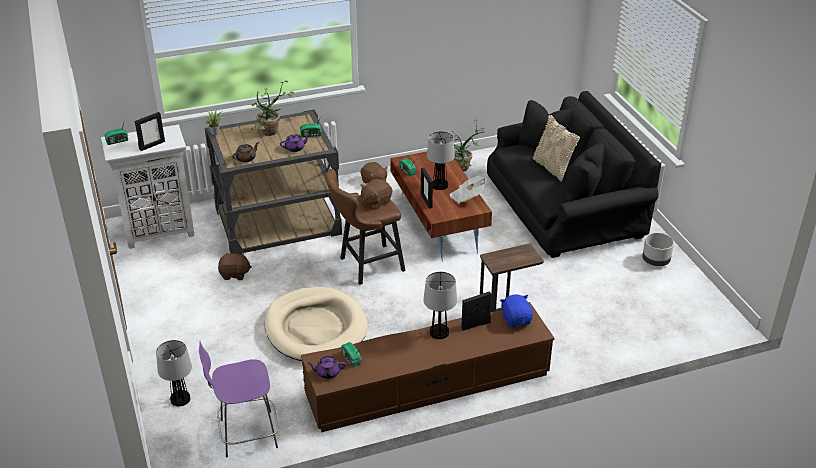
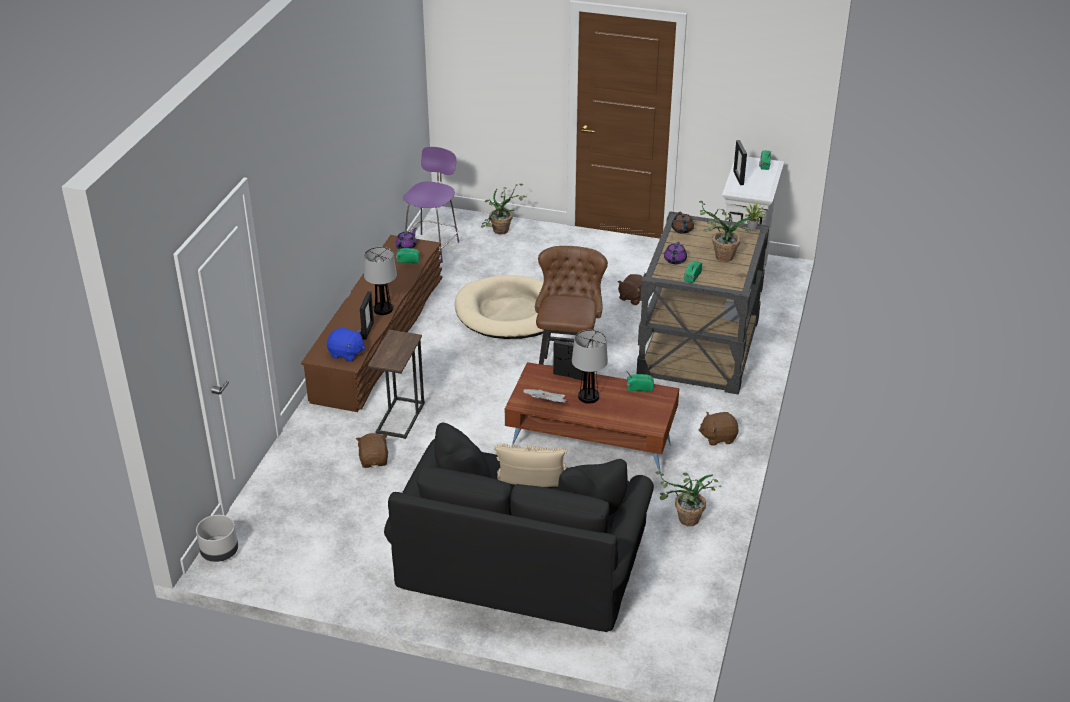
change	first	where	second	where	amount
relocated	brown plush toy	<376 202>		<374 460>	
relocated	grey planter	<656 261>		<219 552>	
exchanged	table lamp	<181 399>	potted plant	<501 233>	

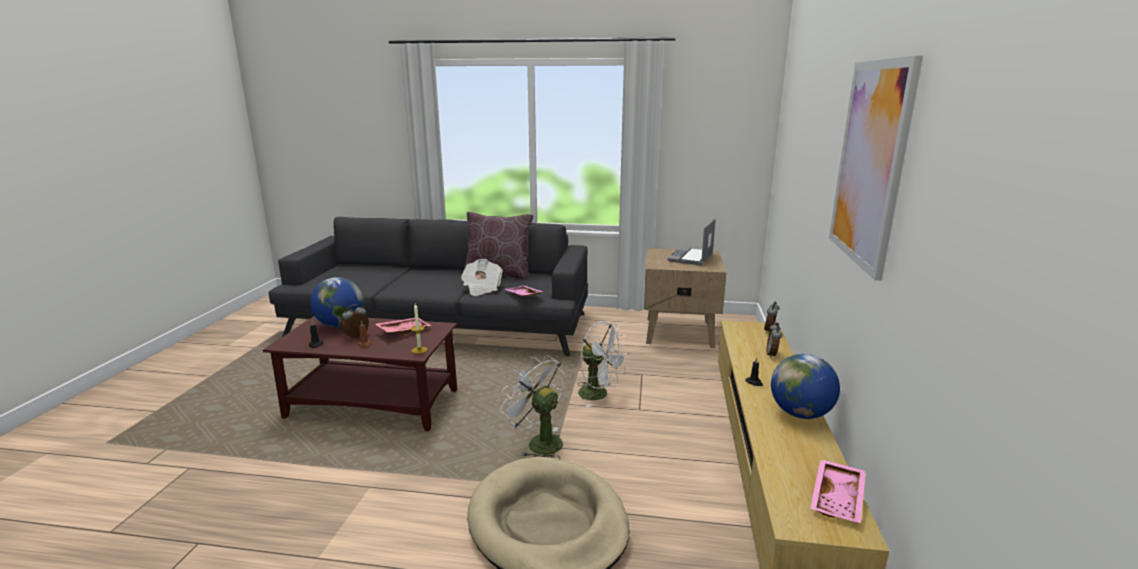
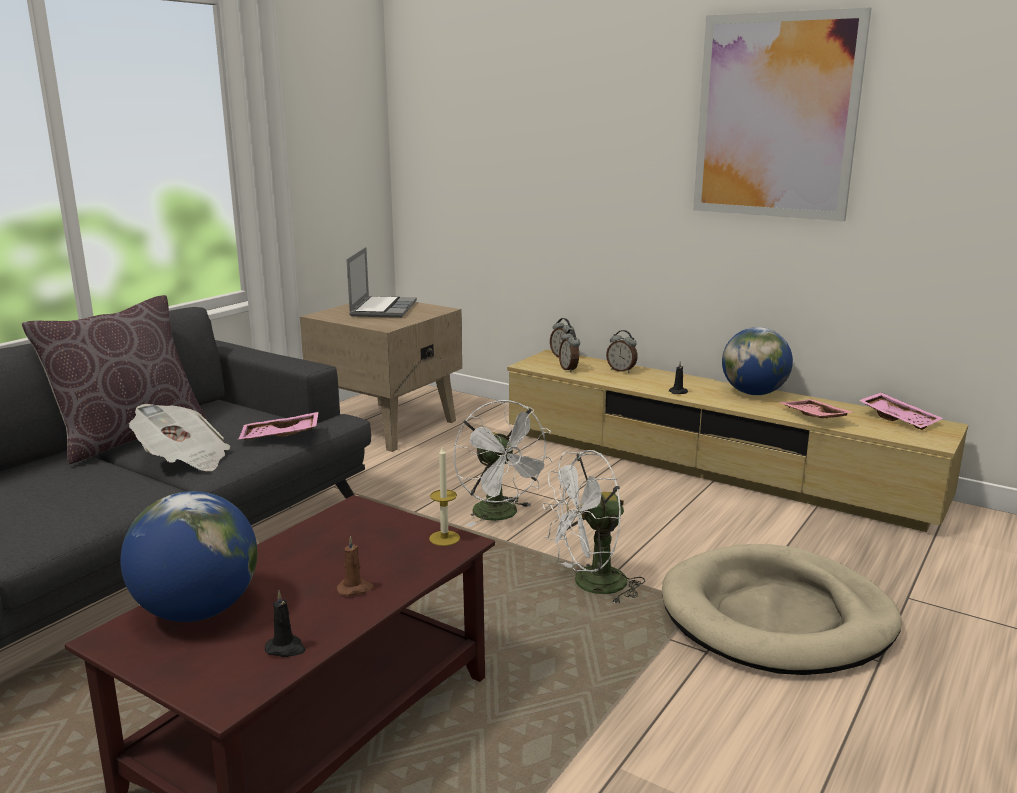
change	first	where	second	where	amount
relocated	alarm clock	<357 336>		<569 369>	
relocated	pink tray	<403 331>		<812 417>	
spun	white fan	<599 395>		<502 515>	90 degrees clockwise
spun	laptop	<691 258>		<382 309>	135 degrees counterclockwise

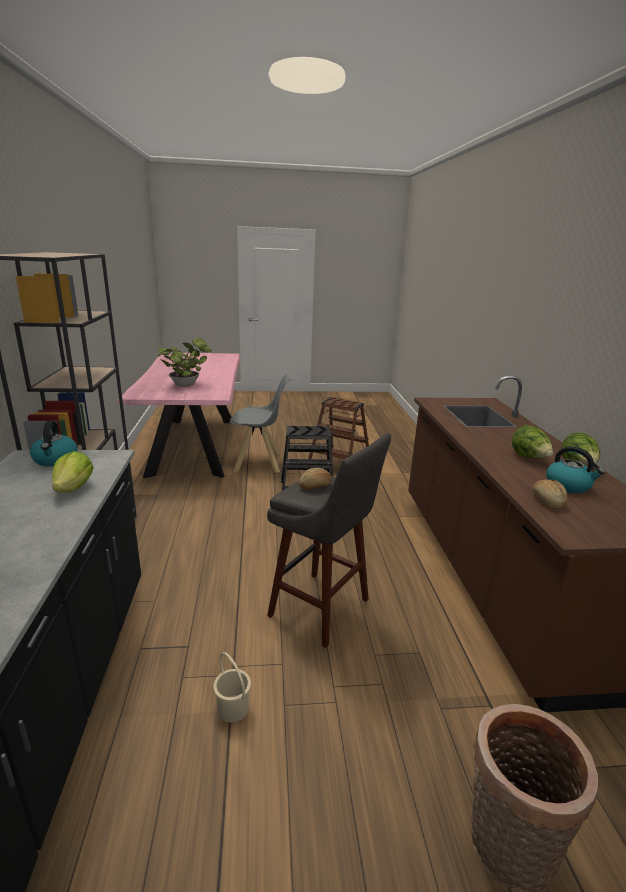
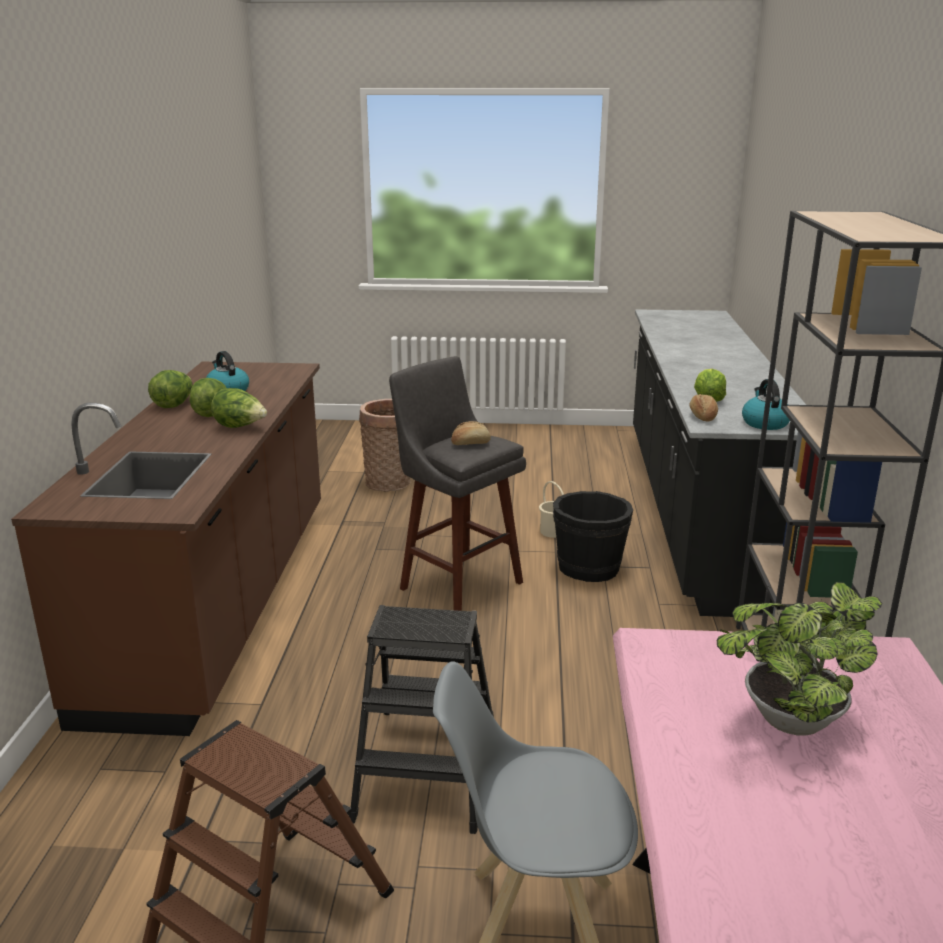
change	first	where	second	where	amount
appeared			lettuce	<240 427>	
appeared			black bucket	<589 568>	
relocated	bread	<547 501>		<702 417>	

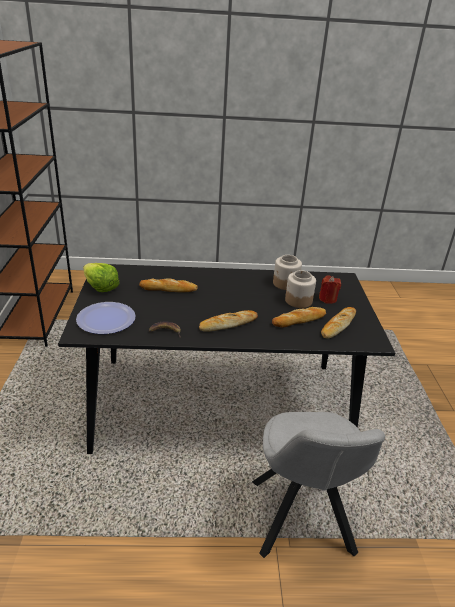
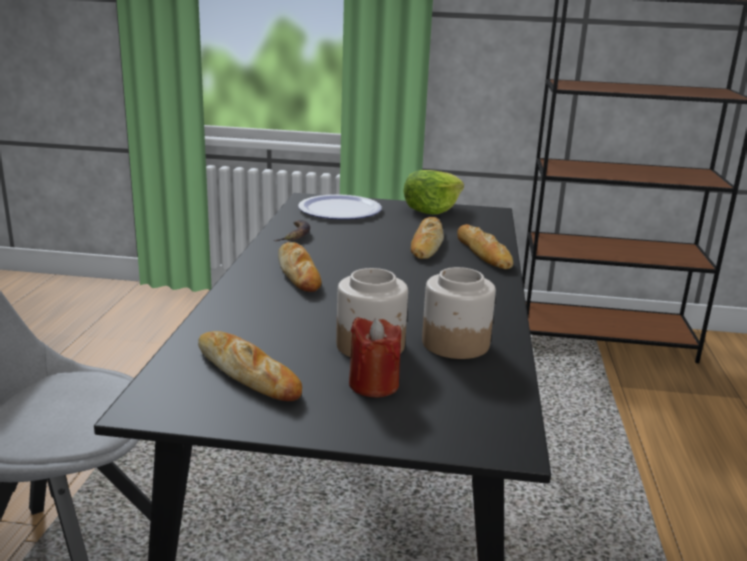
change	first	where	second	where	amount
relocated	bread	<299 320>		<483 252>	

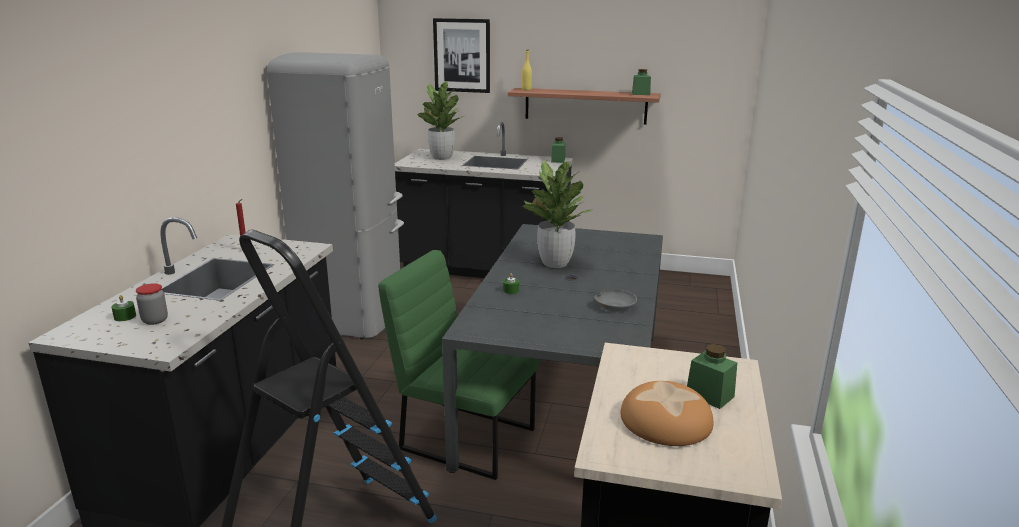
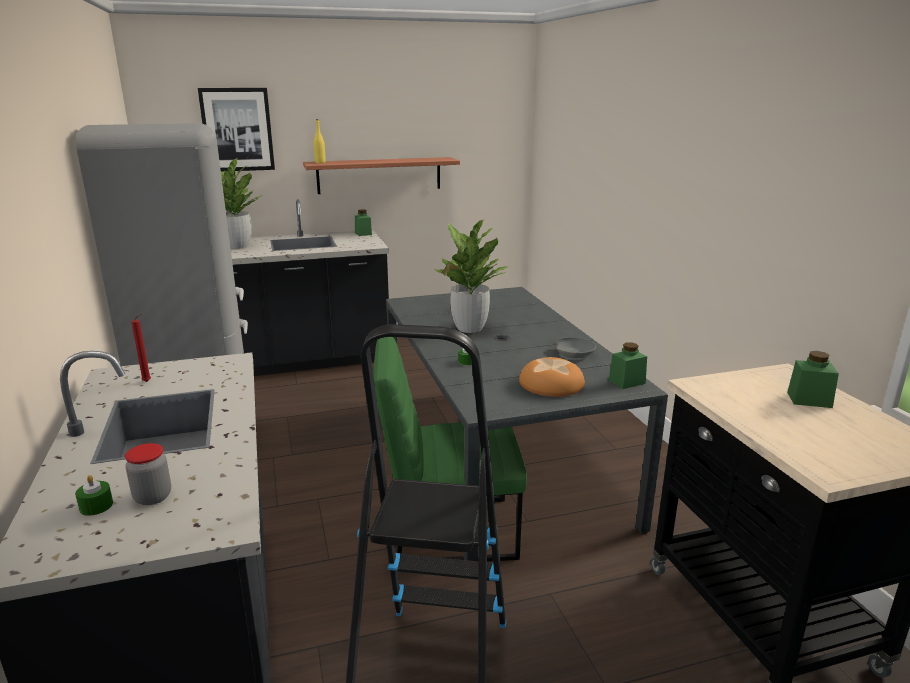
change	first	where	second	where	amount
relocated	bread	<666 421>		<552 384>	
relocated	green jar	<641 94>		<626 382>	

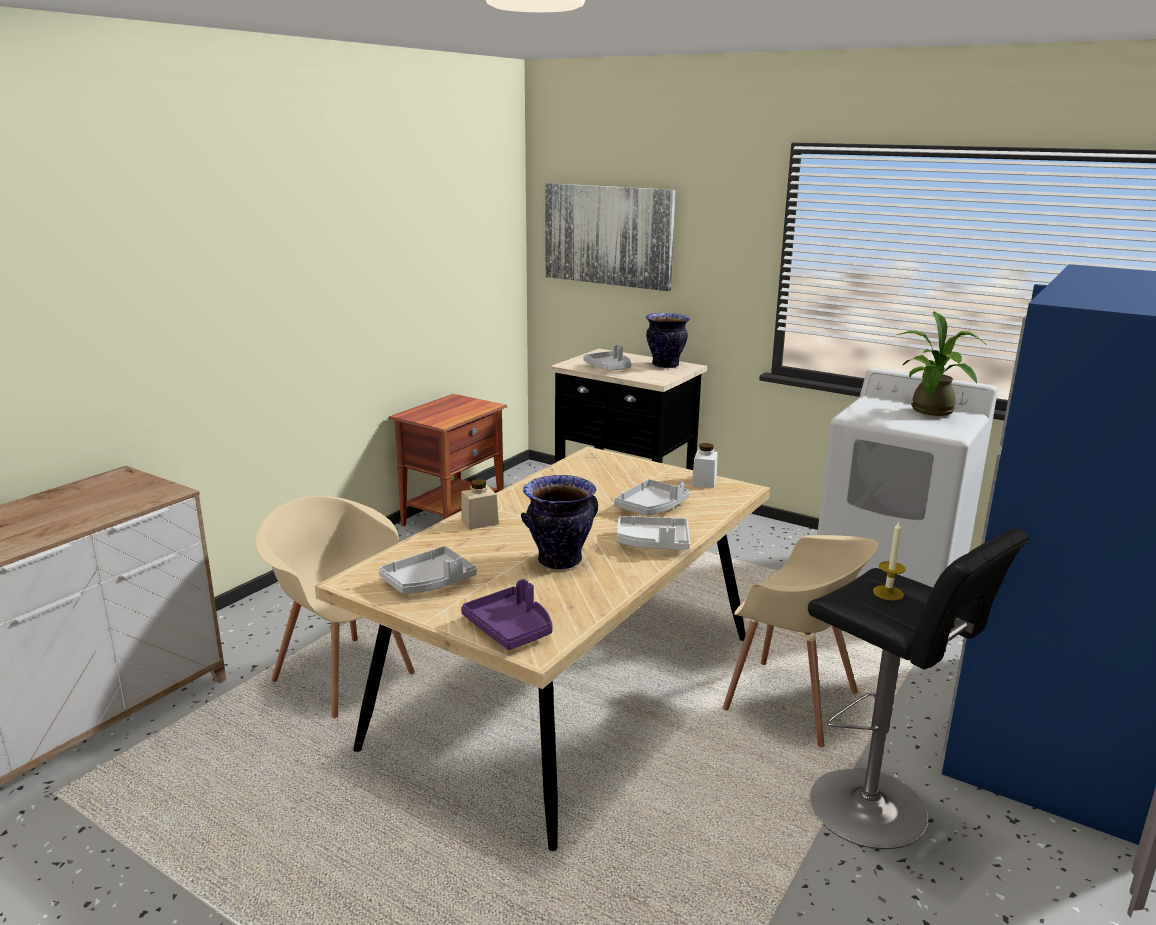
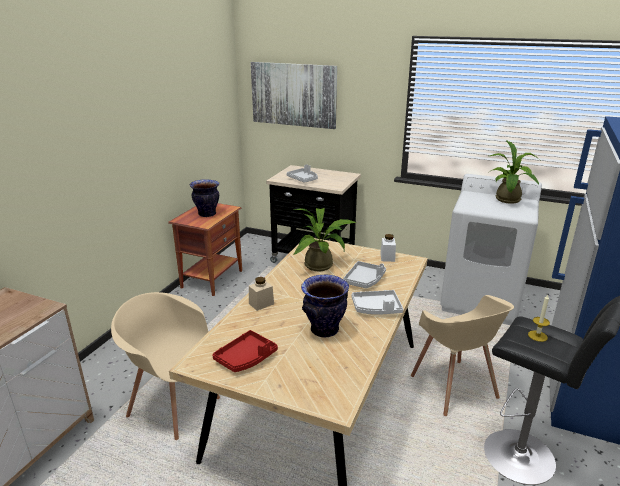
change	first	where	second	where	amount
missing	purple tray	<511 628>			
appeared			potted plant	<322 265>	
relocated	vase	<666 365>		<207 214>	
colour	grey tray	<429 582>	red tray	<246 358>	
spun	beige chair	<792 702>		<453 388>	45 degrees clockwise

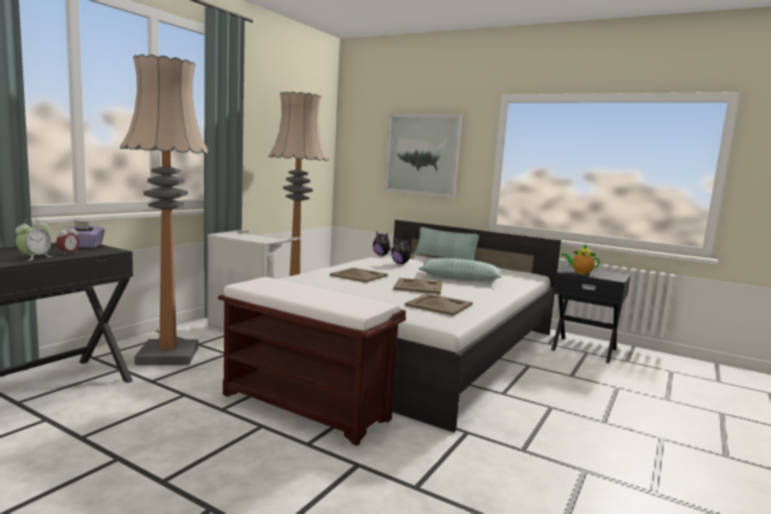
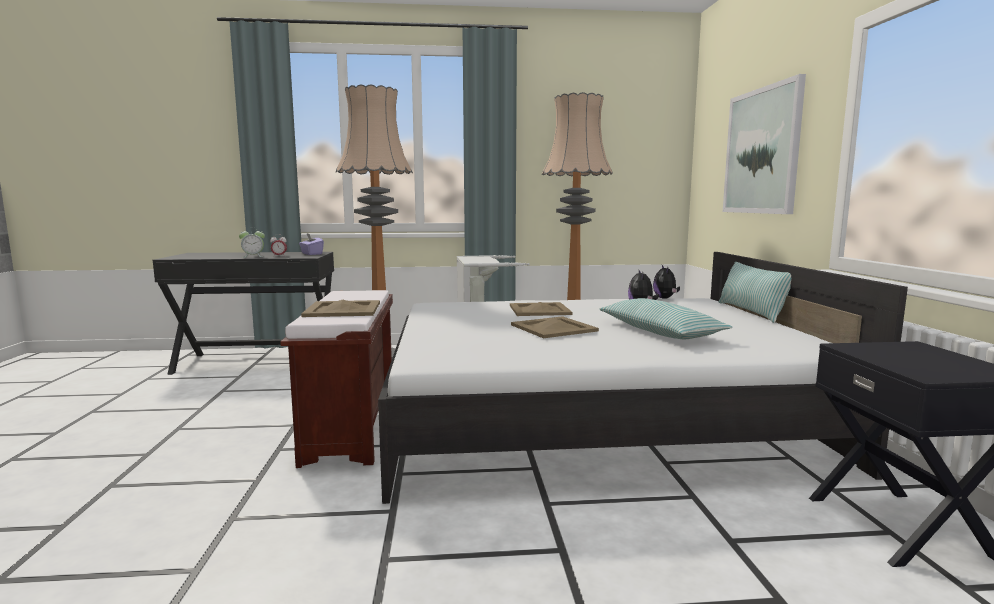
change	first	where	second	where	amount
missing	teapot	<580 272>			
relocated	beige tray	<438 305>		<343 309>	

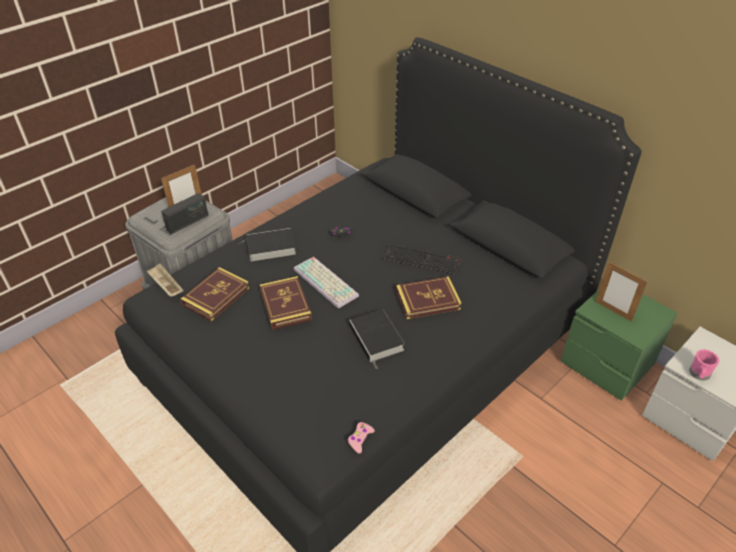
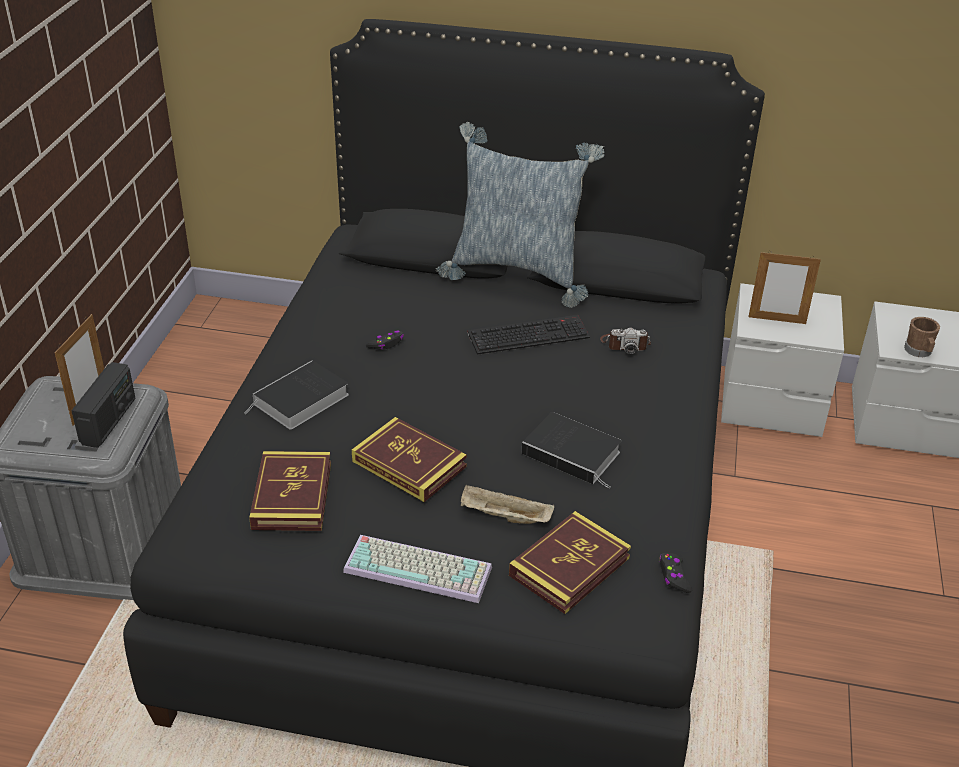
change	first	where	second	where	amount
appeared			pillow	<517 281>	
appeared			photo camera	<625 344>	
relocated	beige tray	<166 286>		<504 517>	
relocated	keyboard	<327 282>		<420 568>	
relocated	book	<427 300>		<569 566>	
colour	pink game controller	<360 439>	black game controller	<674 576>	
colour	green nightstand	<607 363>	white nightstand	<771 403>	
colour	pink mug	<699 374>	brown mug	<919 352>	

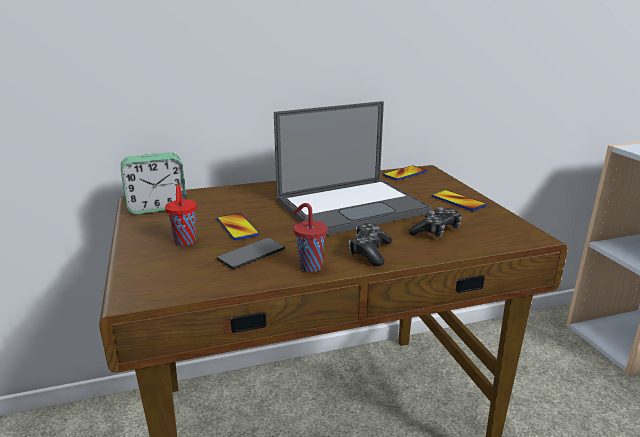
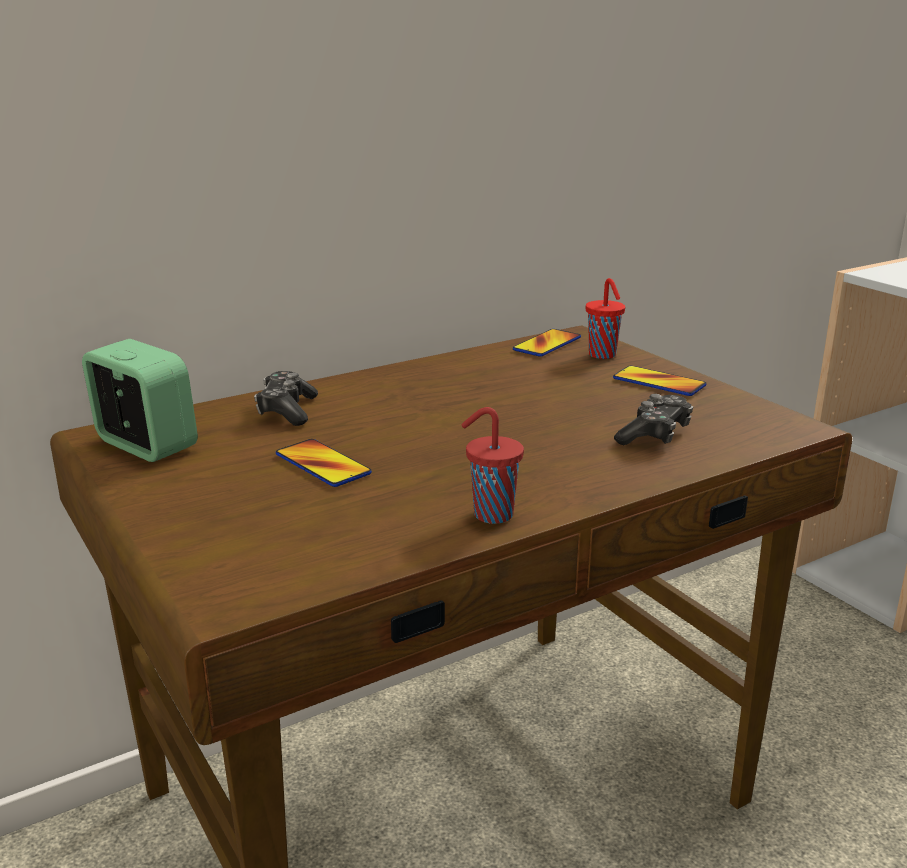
change	first	where	second	where	amount
missing	phone	<251 254>			
missing	laptop	<353 206>			
relocated	red cup	<185 242>		<603 355>	
relocated	game controller	<369 252>		<287 410>	
spun	alarm clock	<157 207>		<145 445>	105 degrees counterclockwise

